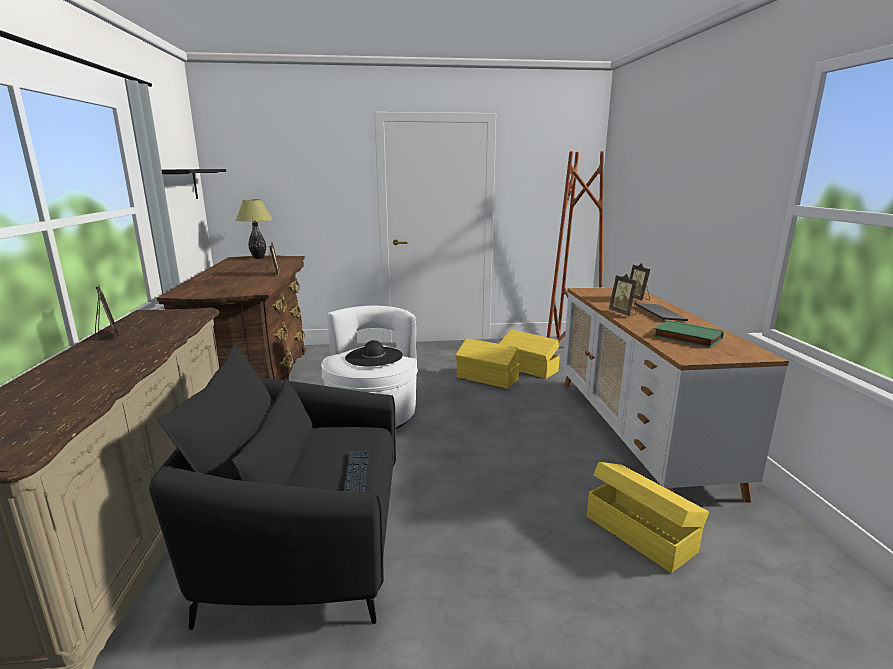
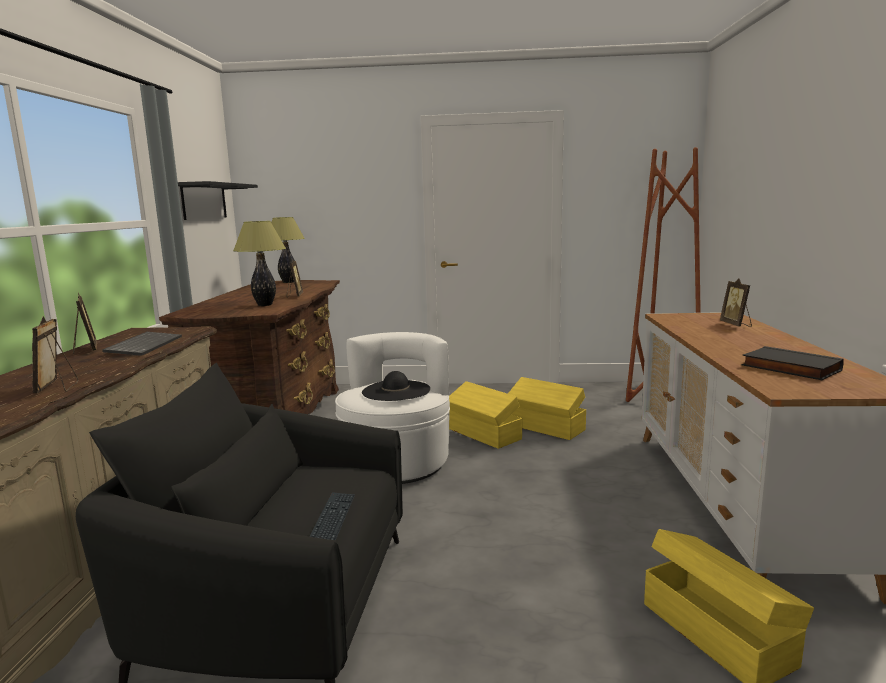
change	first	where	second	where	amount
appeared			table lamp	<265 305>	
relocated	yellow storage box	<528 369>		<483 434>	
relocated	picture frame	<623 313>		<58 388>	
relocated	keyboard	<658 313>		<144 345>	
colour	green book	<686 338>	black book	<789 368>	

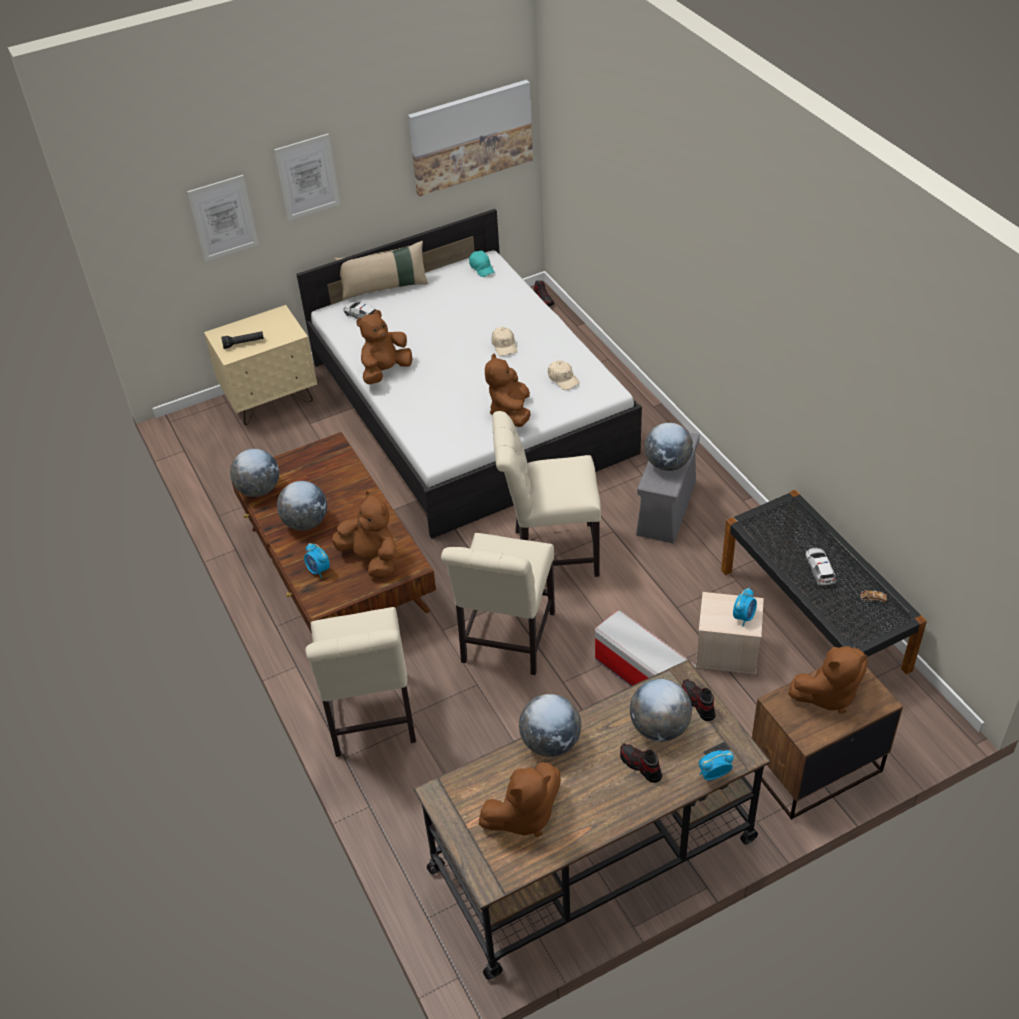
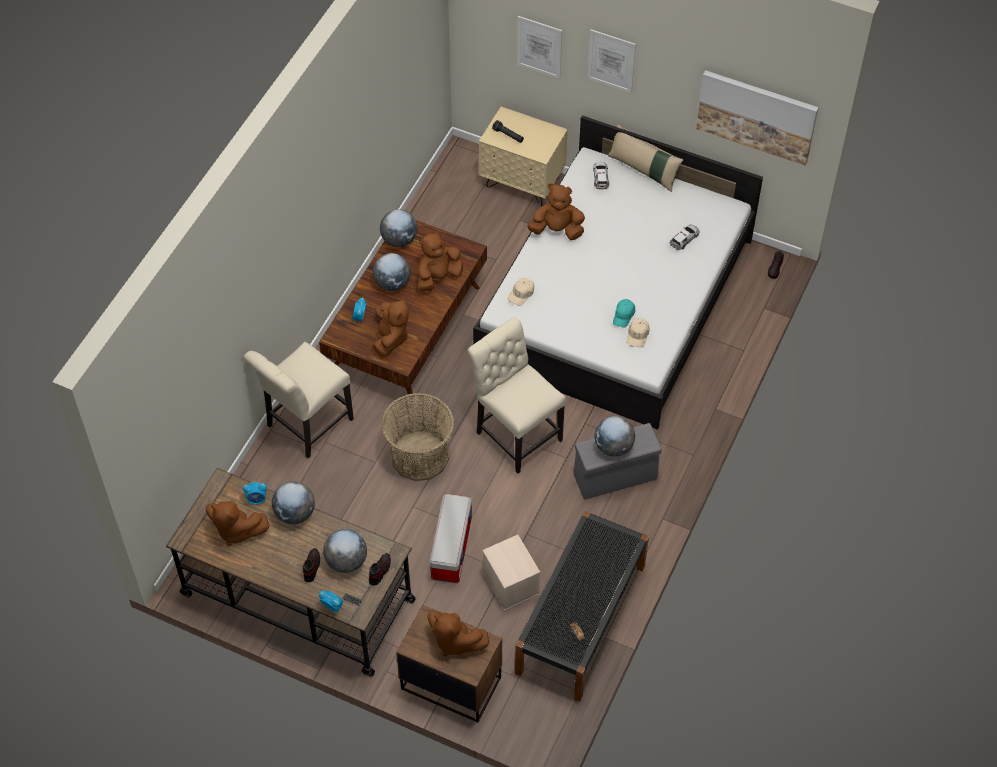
change	first	where	second	where	amount
relocated	turquoise cap	<482 268>		<623 316>	
relocated	brown plush toy	<511 412>		<438 277>	
relocated	beige cap	<504 345>		<521 294>	
relocated	alarm clock	<744 617>		<257 499>	
relocated	toy car	<819 570>		<684 239>	
exchanged	beige chair	<505 642>	basket	<419 456>	

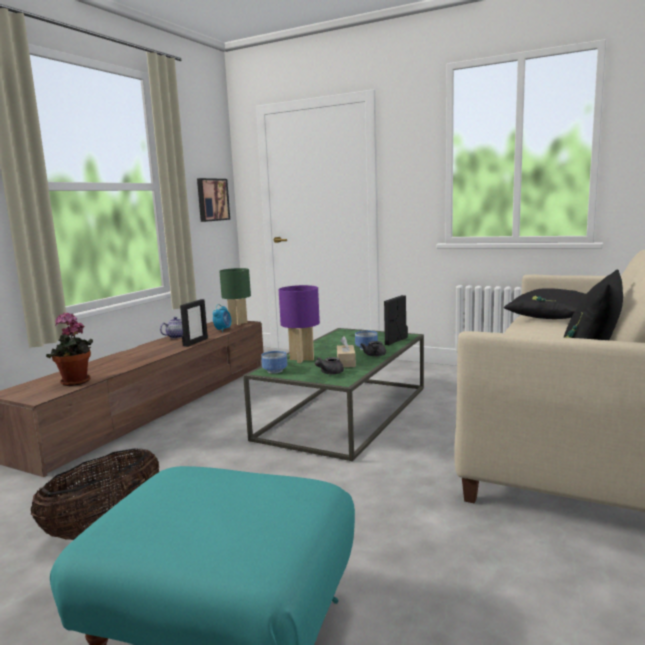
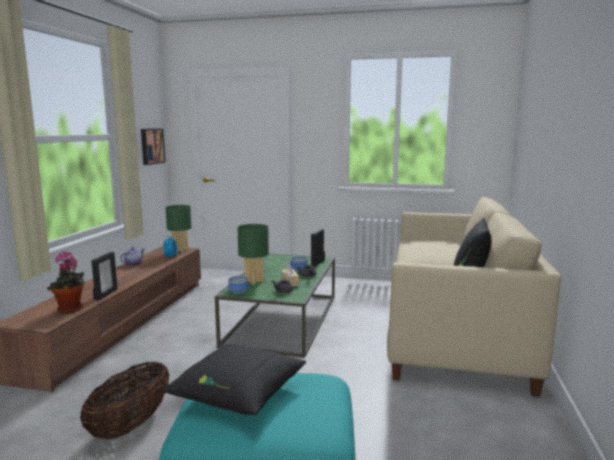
change	first	where	second	where	amount
relocated	picture frame	<195 342>		<106 294>	
relocated	black pillow	<551 317>		<238 394>	
colour	purple table lamp	<302 359>	green table lamp	<254 281>	

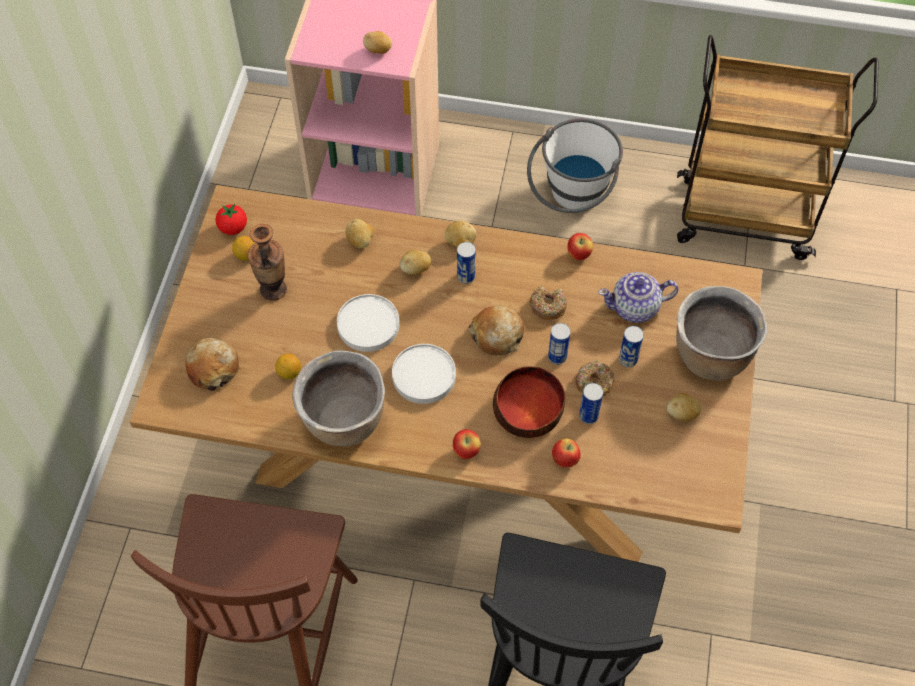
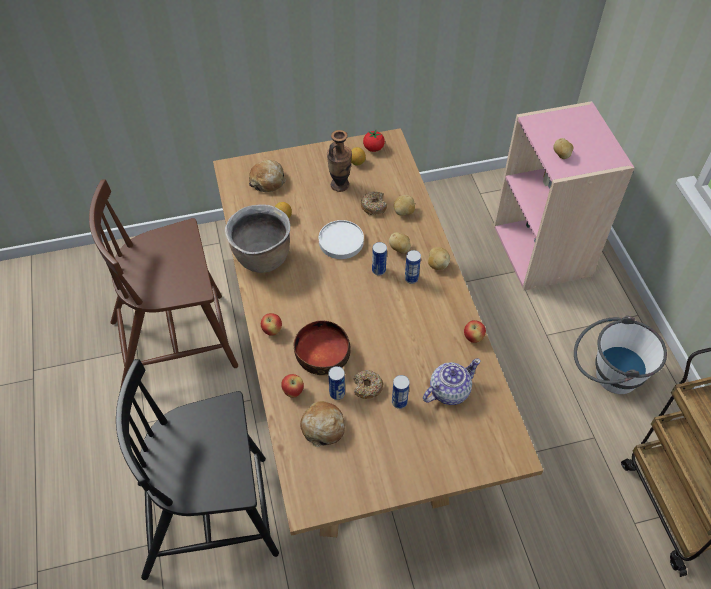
change	first	where	second	where	amount
missing	white plate	<423 375>			
missing	potato	<681 414>			
missing	brown cooking pot	<710 355>			
relocated	bread	<497 335>		<323 427>	
relocated	donut	<547 306>		<373 206>	
relocated	can	<557 357>		<378 270>	
spun	teapot	<635 308>		<448 391>	90 degrees clockwise

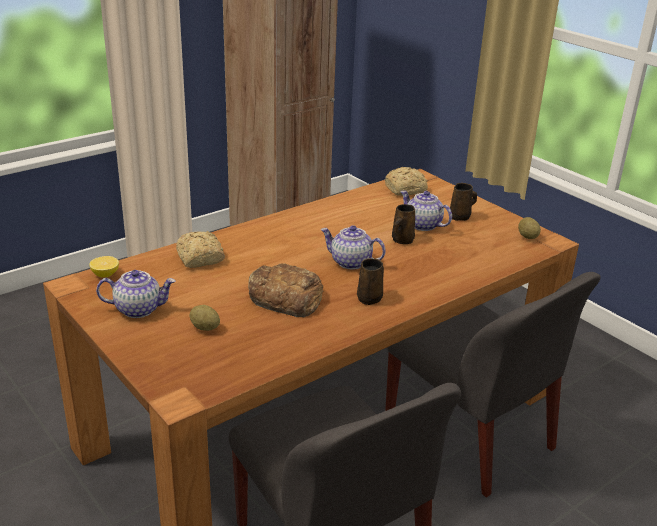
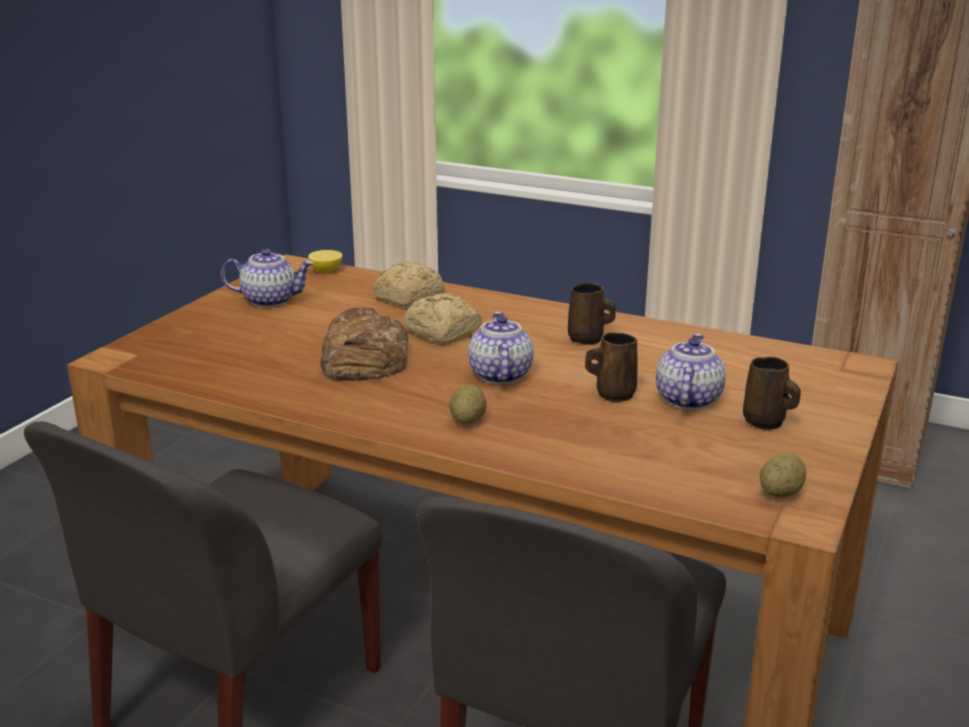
change	first	where	second	where	amount
relocated	potato	<205 328>		<467 420>	
relocated	brown mug	<370 298>		<588 339>	
relocated	bread	<406 190>		<443 332>	
spun	teapot	<139 309>		<270 300>	60 degrees counterclockwise

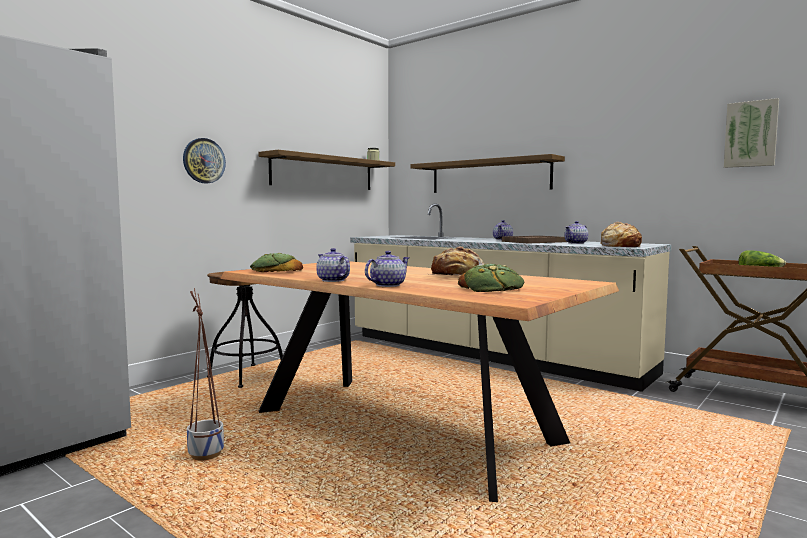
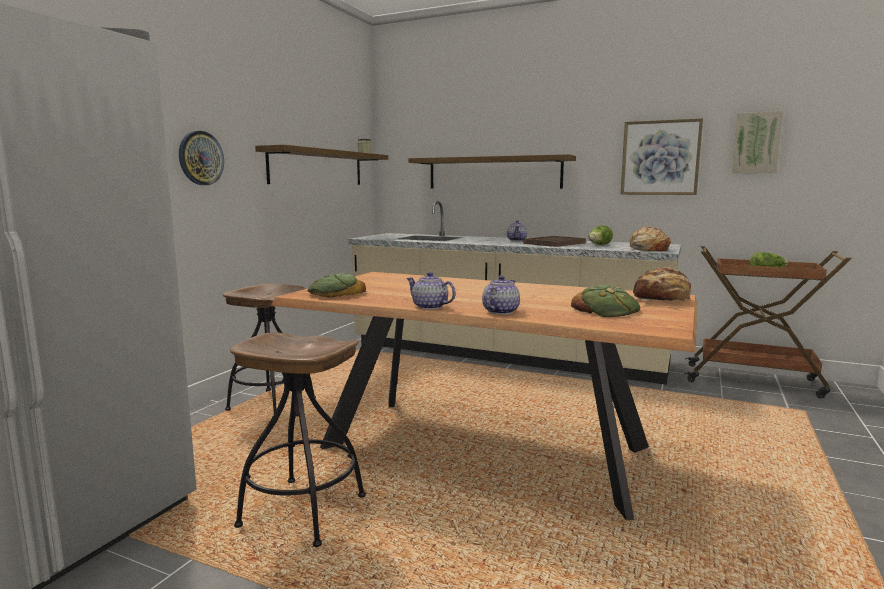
change	first	where	second	where	amount
appeared			picture	<660 158>	
relocated	bread	<457 276>		<661 299>	
exchanged	planter	<205 456>	brown stool	<302 511>	
exchanged	teapot	<576 243>	lettuce	<599 245>	

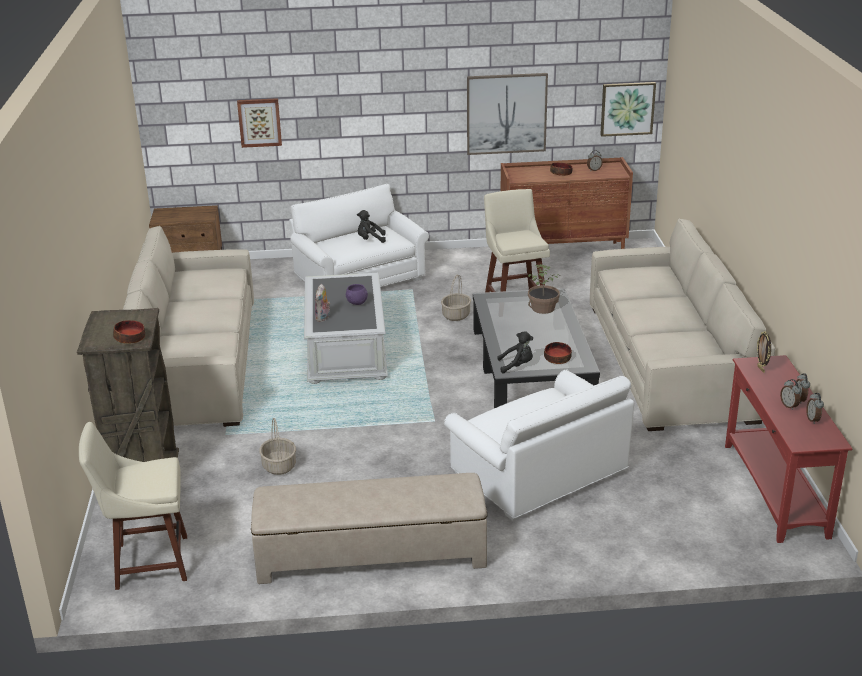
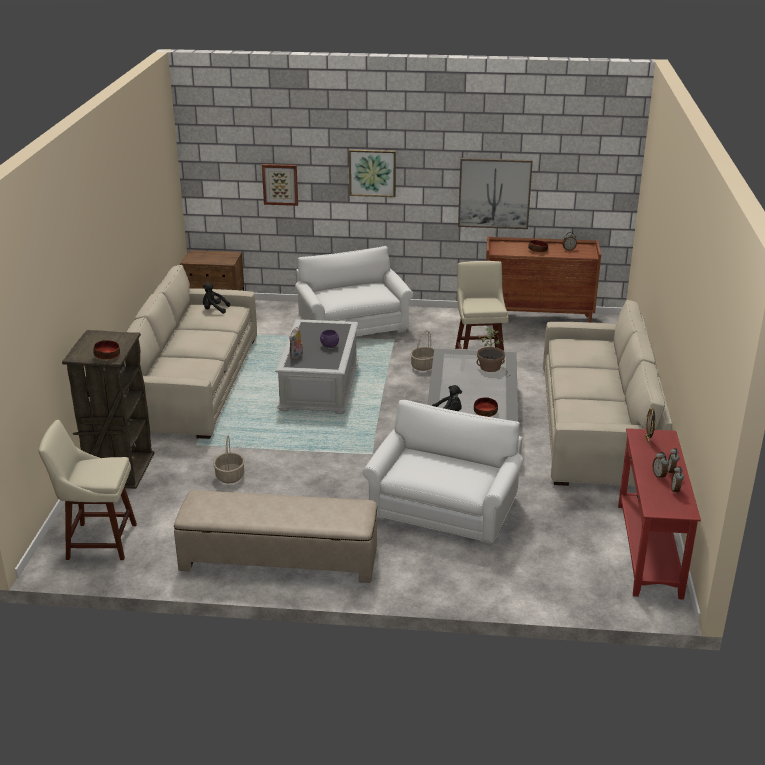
change	first	where	second	where	amount
relocated	black plush toy	<370 240>		<214 310>	
relocated	picture	<627 108>		<372 172>	
spun	white armchair	<538 472>		<444 508>	135 degrees counterclockwise

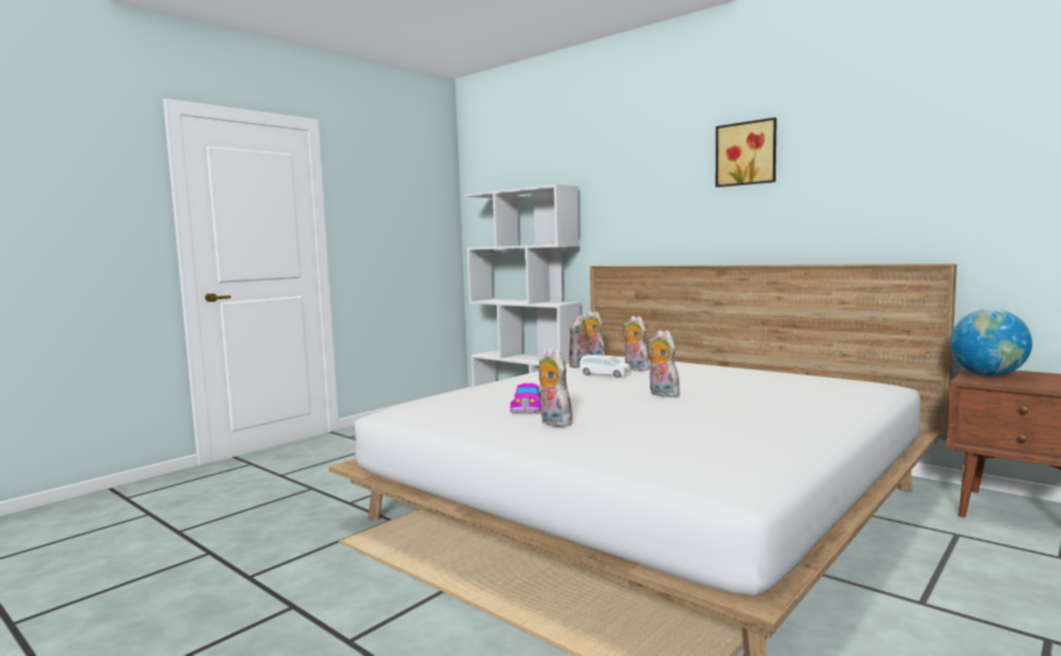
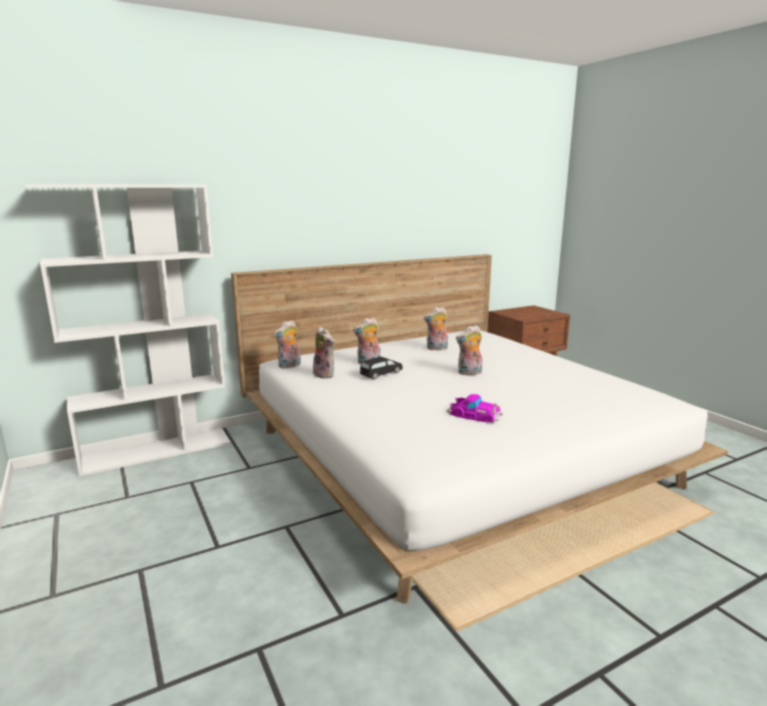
change	first	where	second	where	amount
missing	picture	<746 154>			
missing	globe	<988 375>			
relocated	plush toy	<553 422>		<436 349>	
colour	white toy car	<604 374>	black toy car	<381 374>	

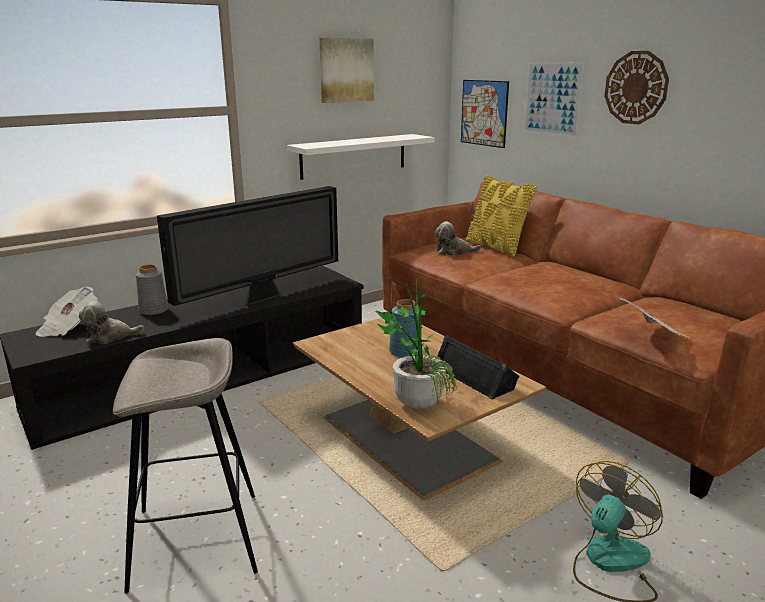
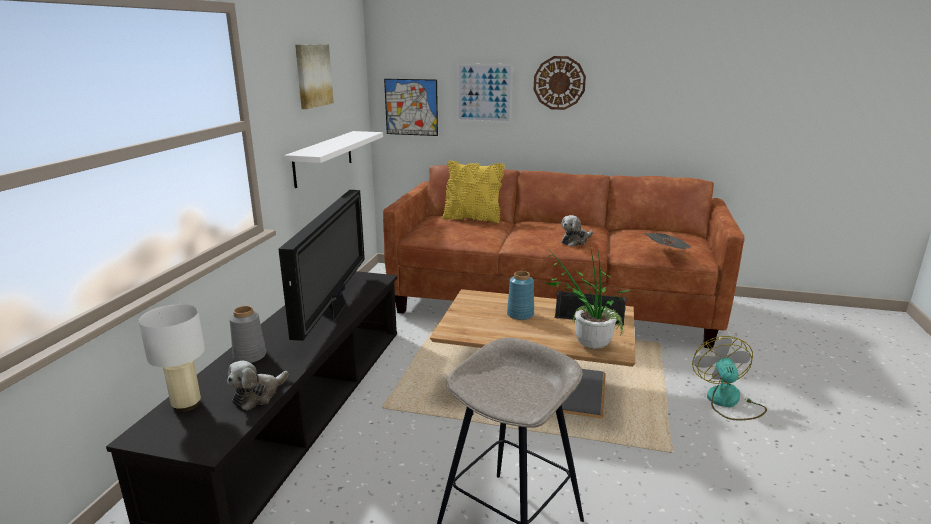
change	first	where	second	where	amount
relocated	plush toy	<454 252>		<575 241>	
exchanged	newspaper	<69 327>	white table lamp	<186 405>	

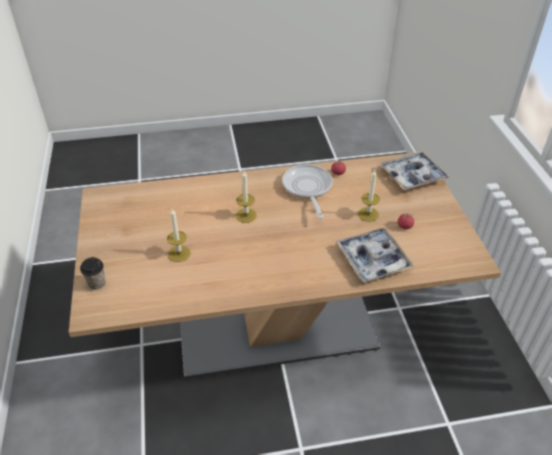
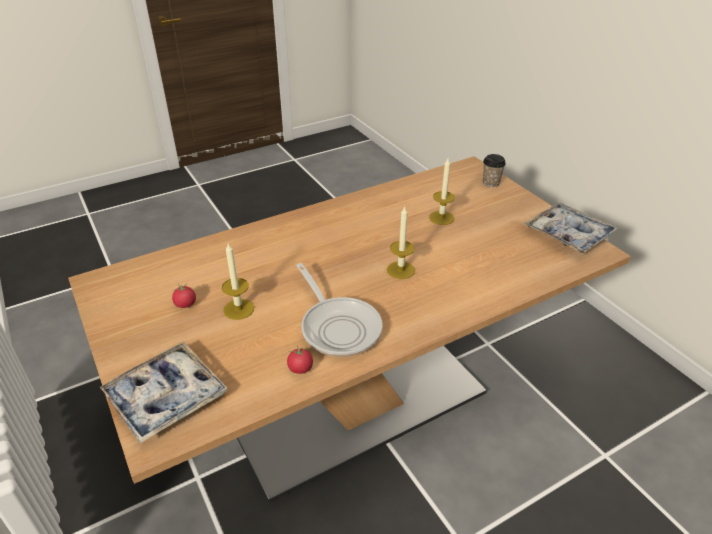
change	first	where	second	where	amount
relocated	tray	<373 259>		<568 234>	

